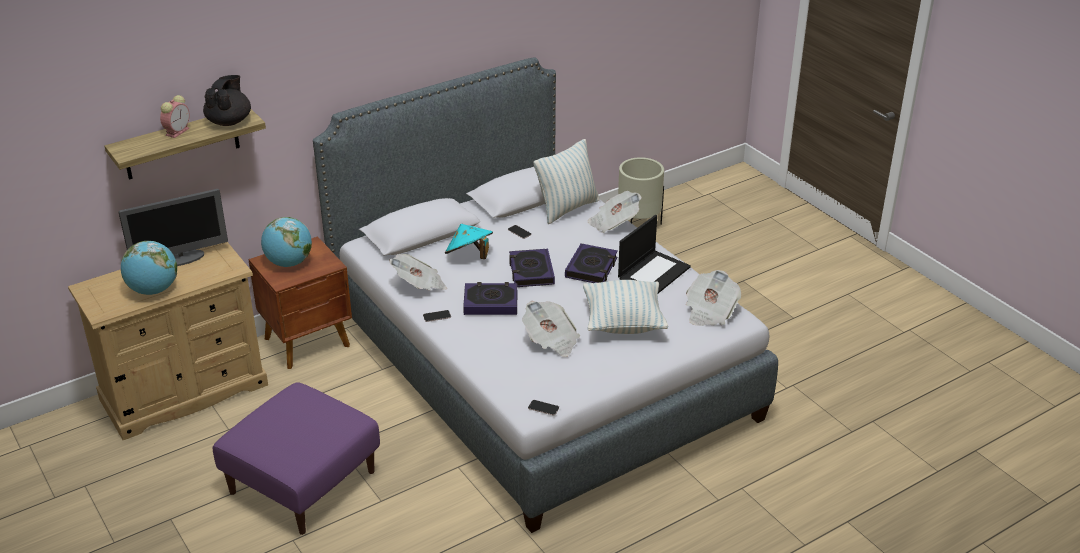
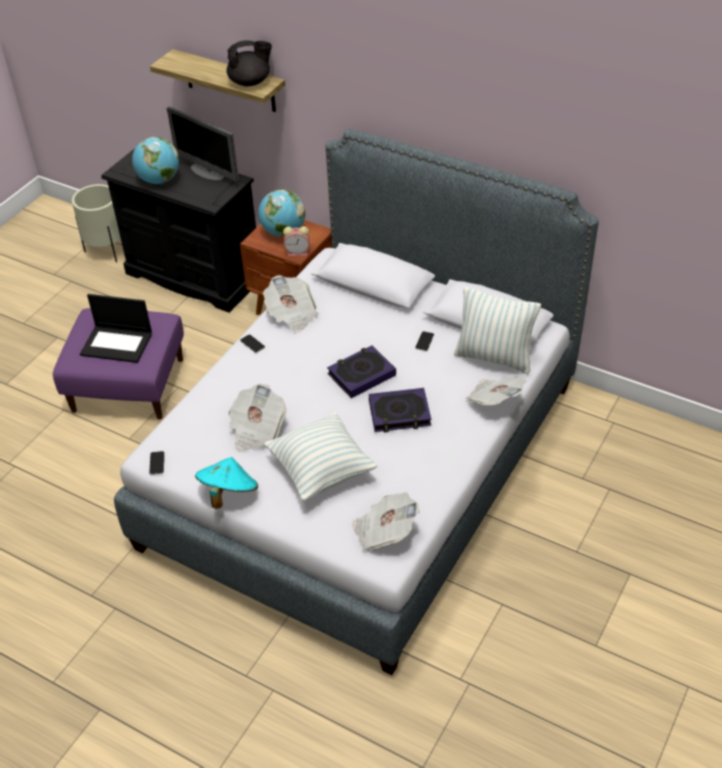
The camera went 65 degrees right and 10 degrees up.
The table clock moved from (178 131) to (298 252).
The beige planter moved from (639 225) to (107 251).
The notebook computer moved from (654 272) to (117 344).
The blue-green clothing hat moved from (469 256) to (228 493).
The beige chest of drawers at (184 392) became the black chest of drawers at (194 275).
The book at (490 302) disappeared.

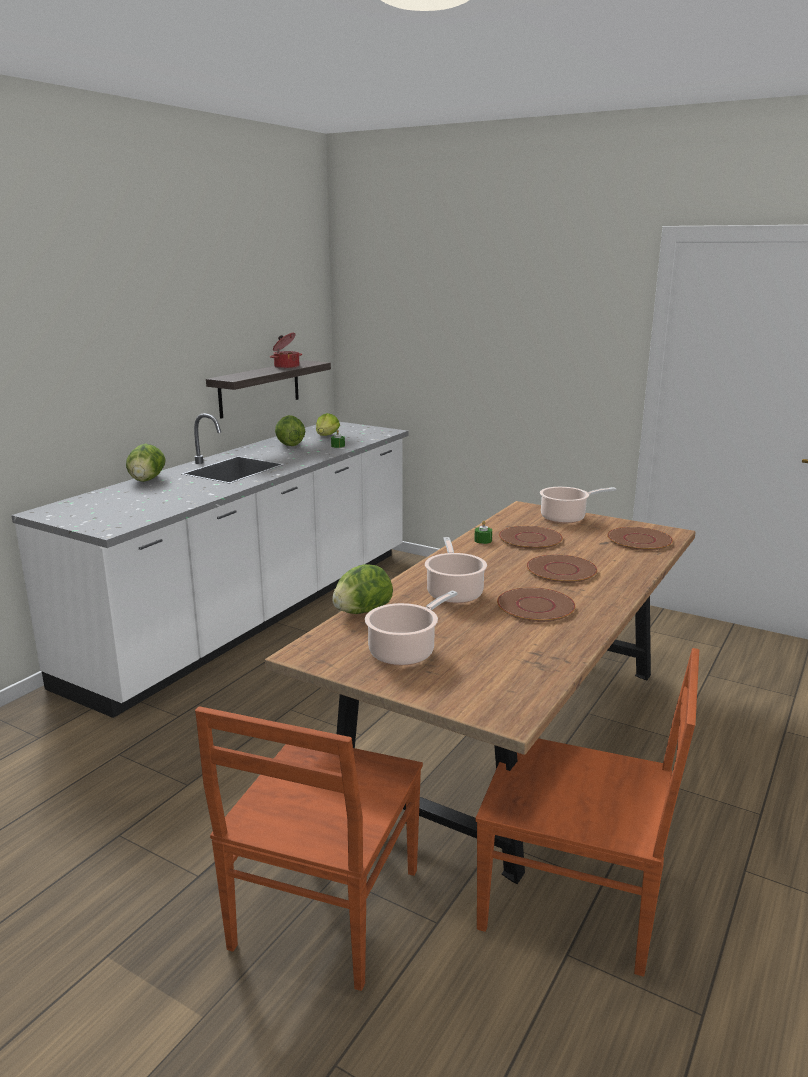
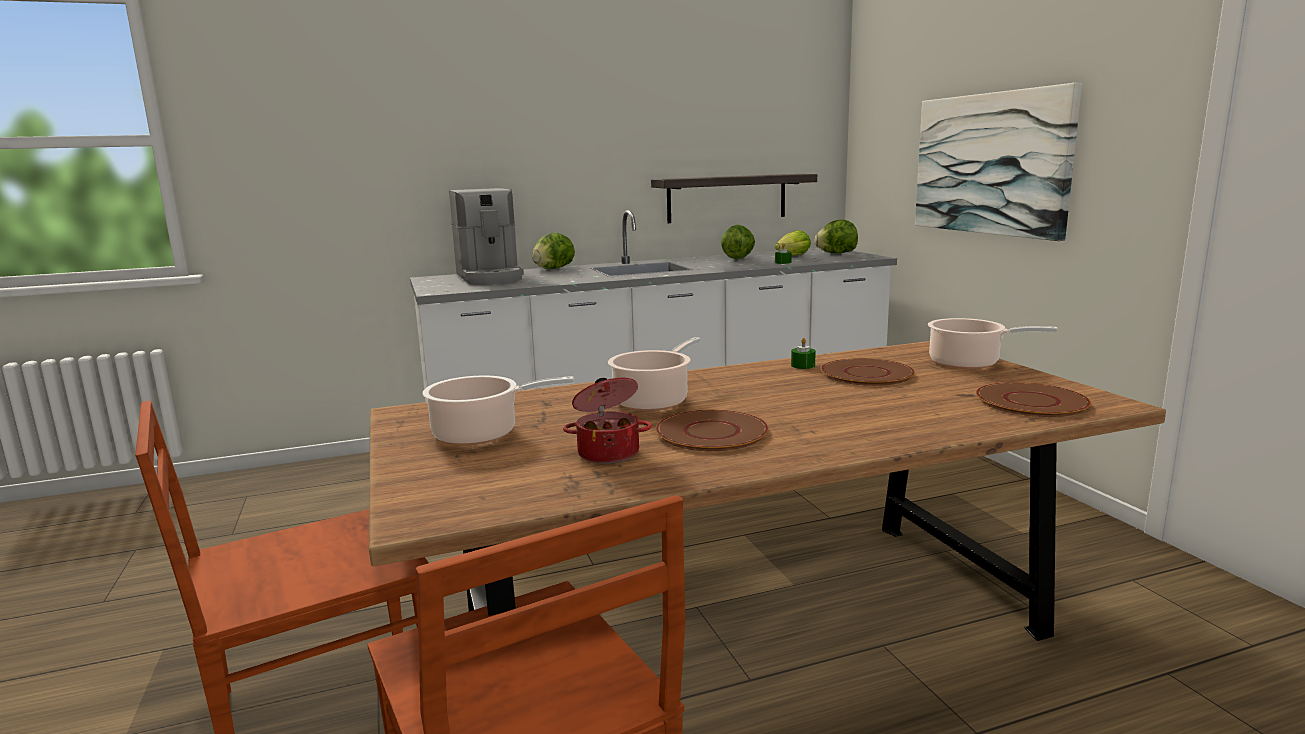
The camera went 40 degrees right and 5 degrees down.
The stockpot moved from (286 367) to (608 453).
The brown-coloured plate at (561 570) disappeared.
The head of lettuce moved from (362 611) to (836 253).
The wall art at (990 164) appeared.
The coffee machine at (490 277) appeared.

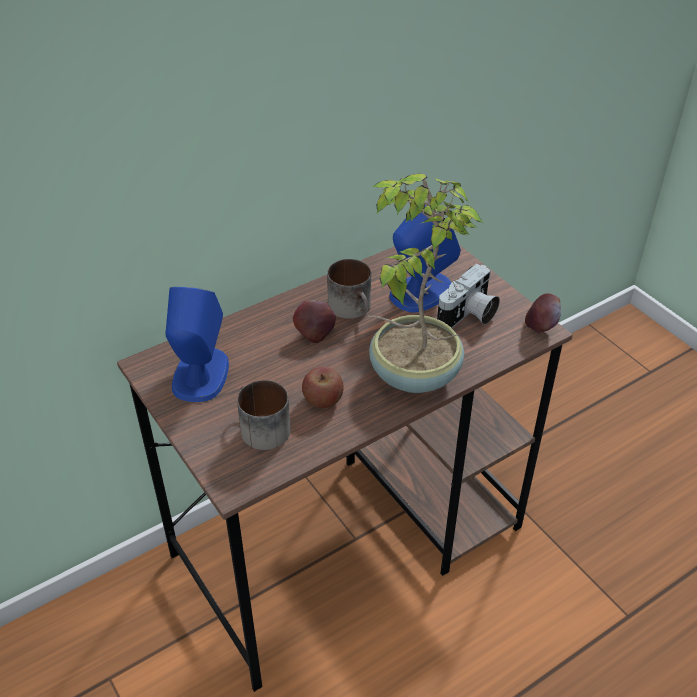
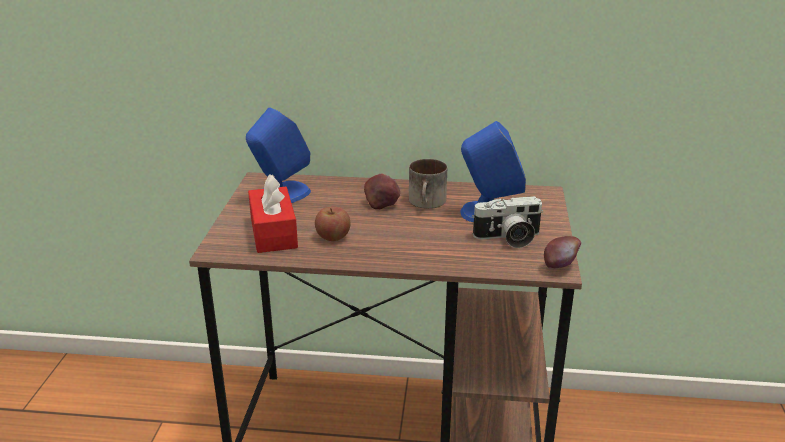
The camera went 40 degrees right and 15 degrees down.
The potted plant at (412 374) disappeared.
The mug at (260 428) was replaced by the red-coloured box of tissues at (273 232).

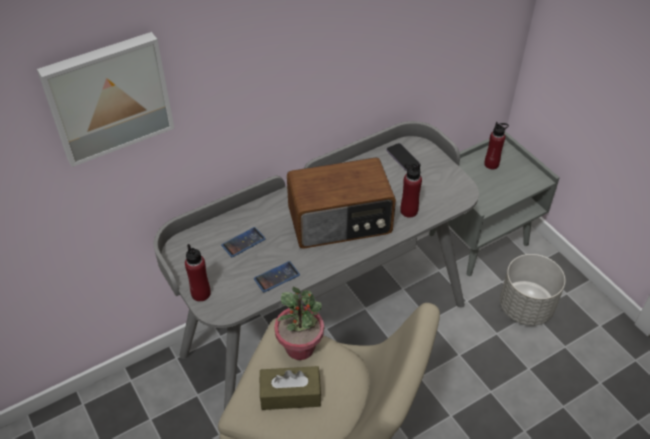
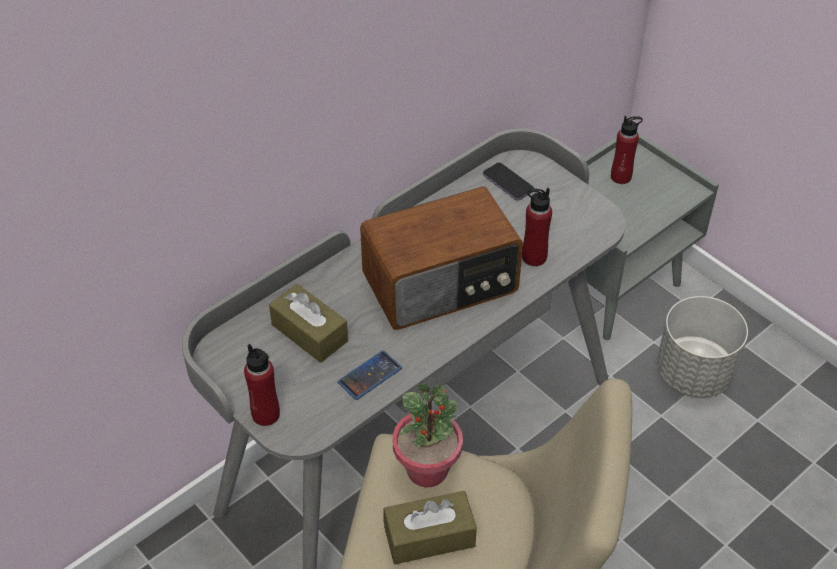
The camera went 10 degrees left and 0 degrees up.
The wall art at (108 97) disappeared.
The phone at (243 242) was replaced by the brown-coloured box of tissues at (309 333).

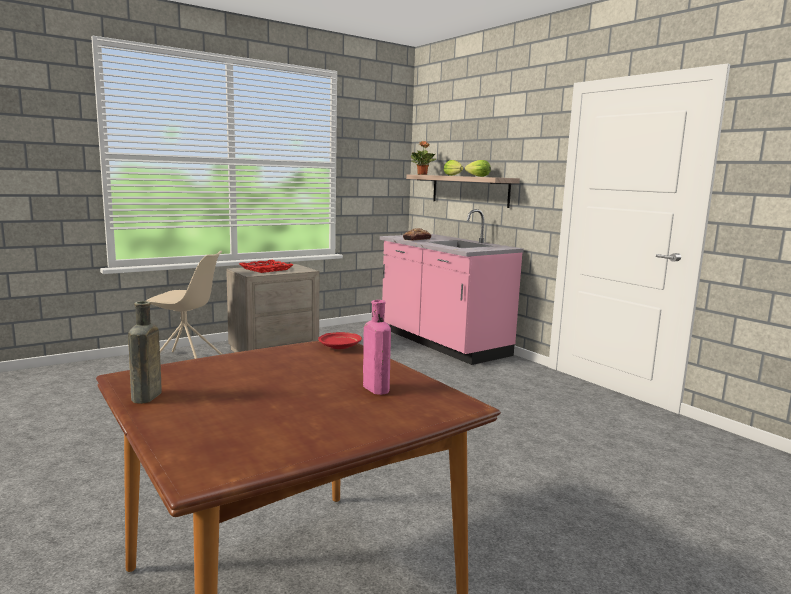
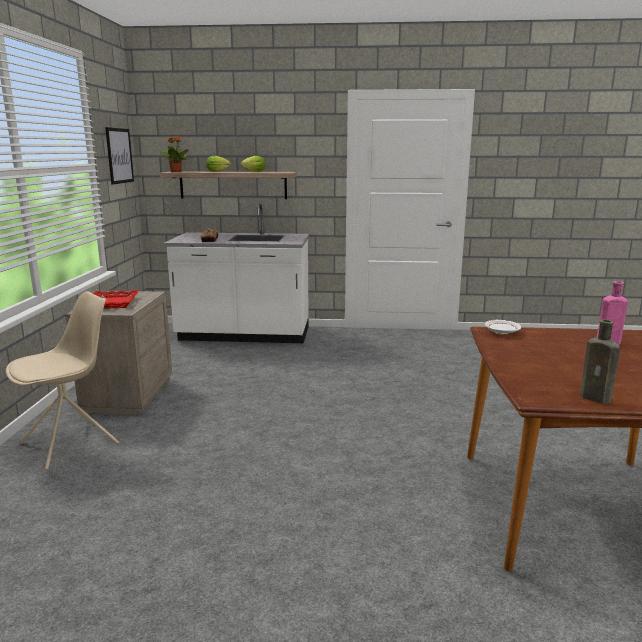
The camera went 50 degrees left and 5 degrees up.
The pink-coloured kitchen counter at (442 343) became the white-coloured kitchen counter at (244 335).
The red-coloured plate at (340 347) became the white-coloured plate at (501 332).
The wall art at (119 156) appeared.

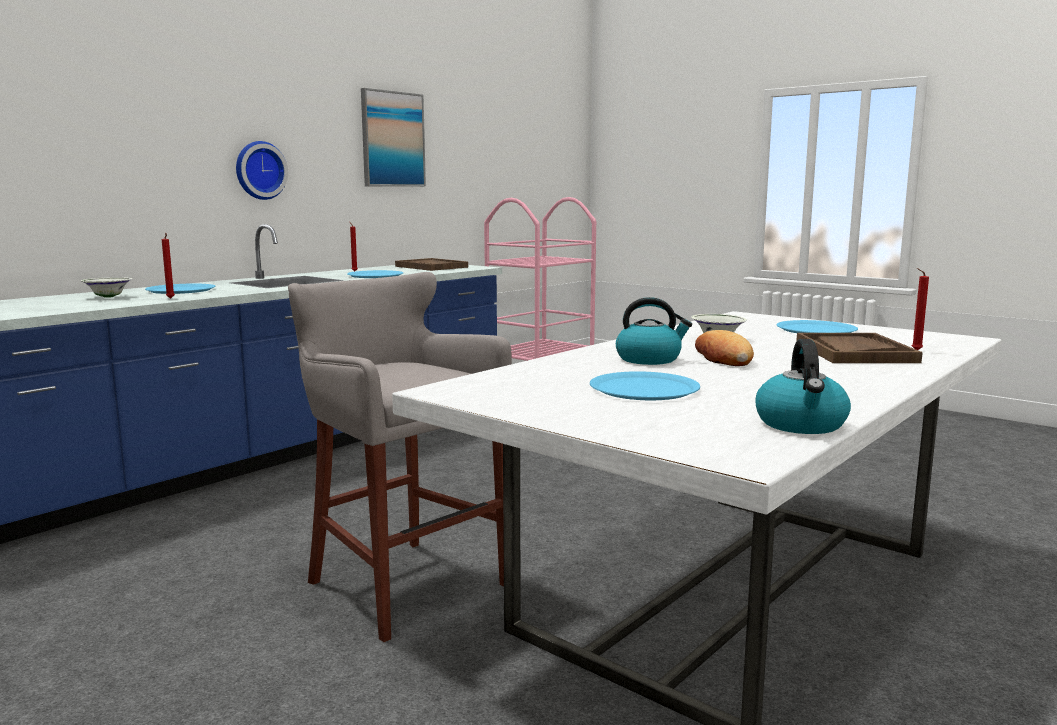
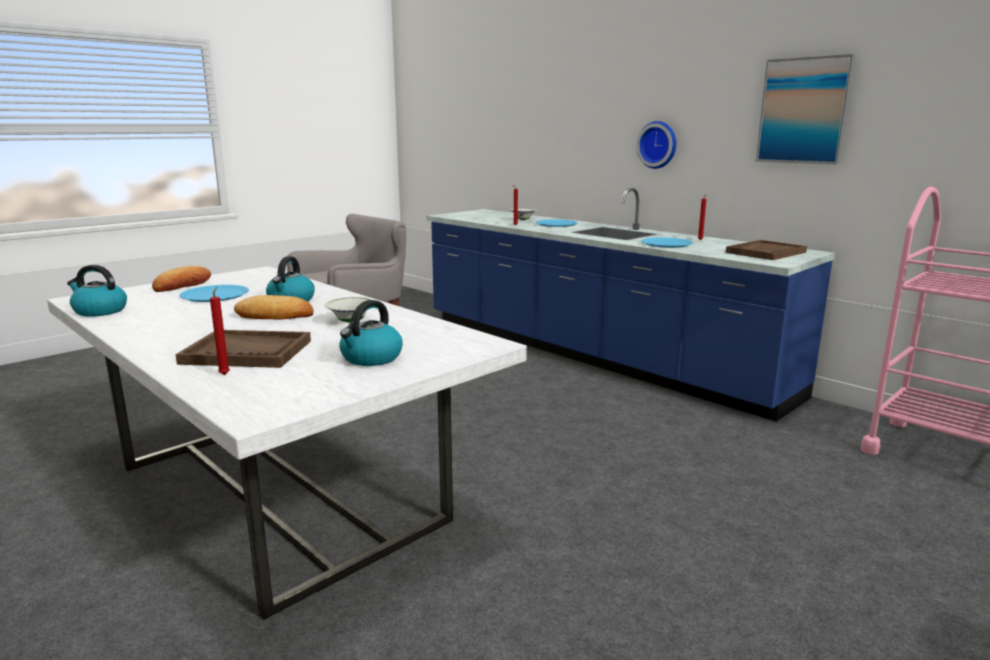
The camera went 95 degrees right and 5 degrees up.
The blue plate at (816 329) was replaced by the water kettle at (371 358).
The baked bread at (183 285) appeared.

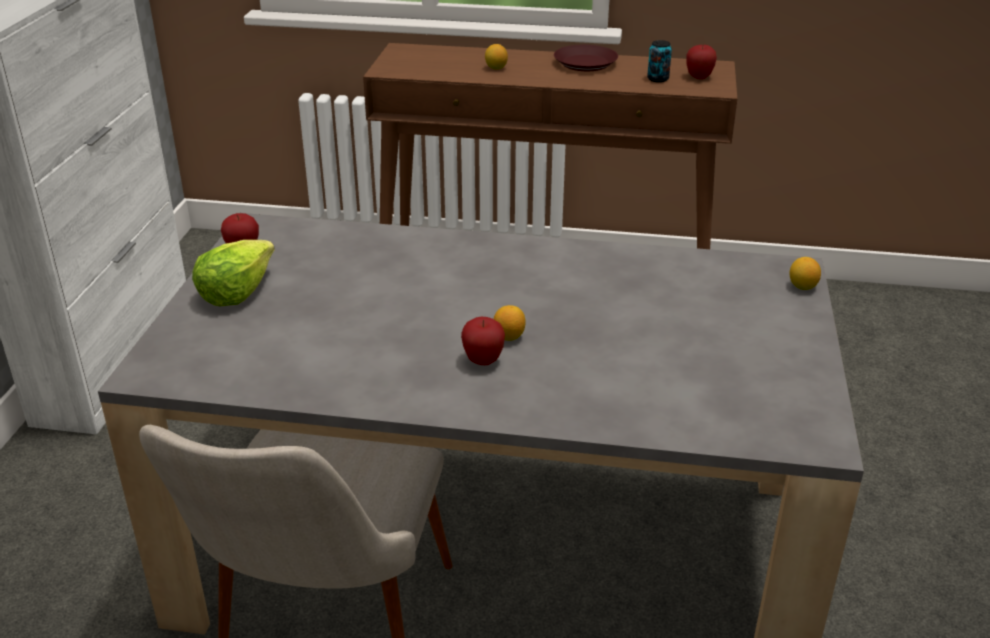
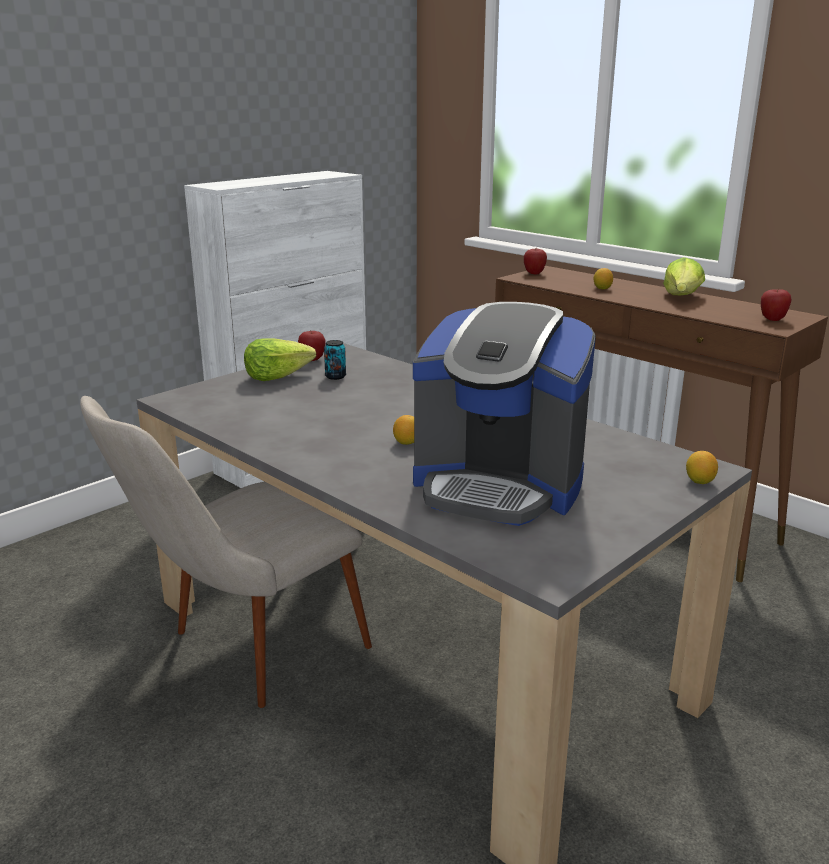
The camera went 35 degrees right and 10 degrees down.
The sealed can moved from (658 79) to (335 376).
The brown-coloured plate at (585 63) was replaced by the head of lettuce at (682 297).
The whole apple moved from (483 361) to (534 273).
The coffee machine at (498 486) appeared.

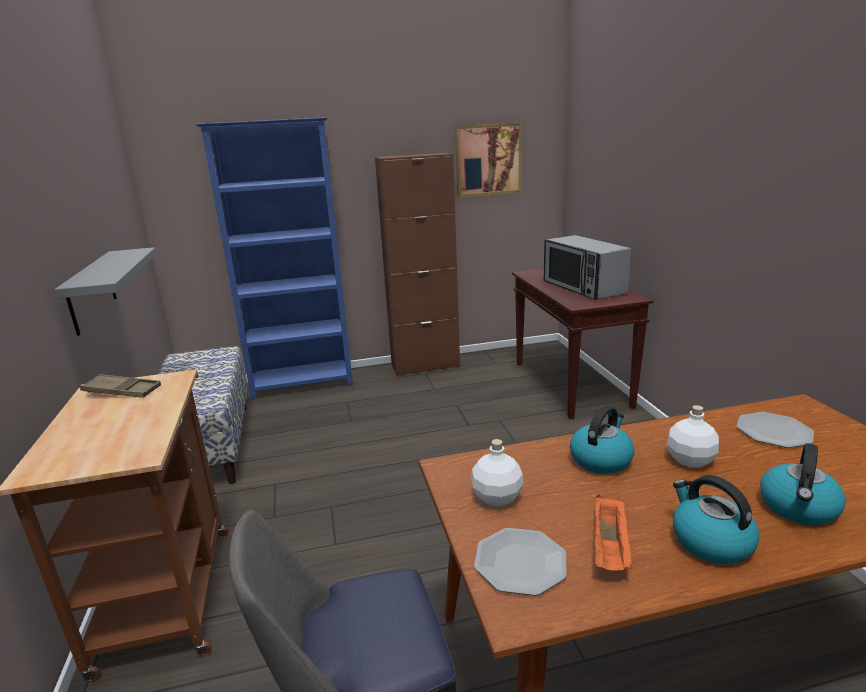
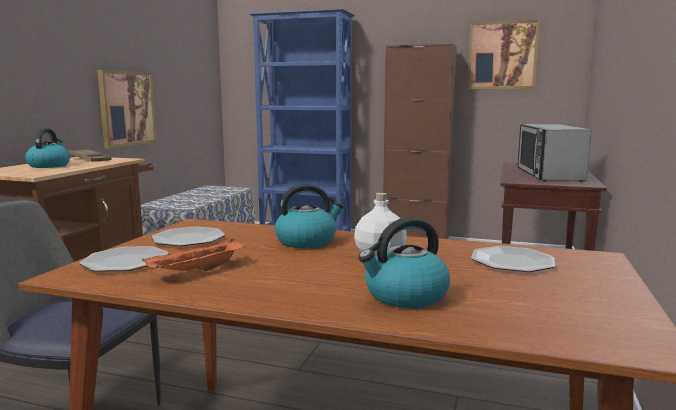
The camera went 30 degrees right and 10 degrees down.
The grey wall shelf at (91 291) was replaced by the wall art at (126 108).
The white-coloured bottle at (497 497) was replaced by the plate at (188 239).
The water kettle moved from (710 541) to (49 165).

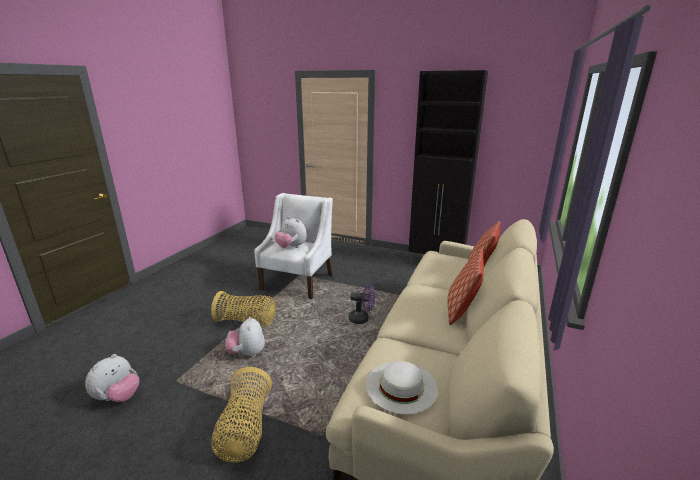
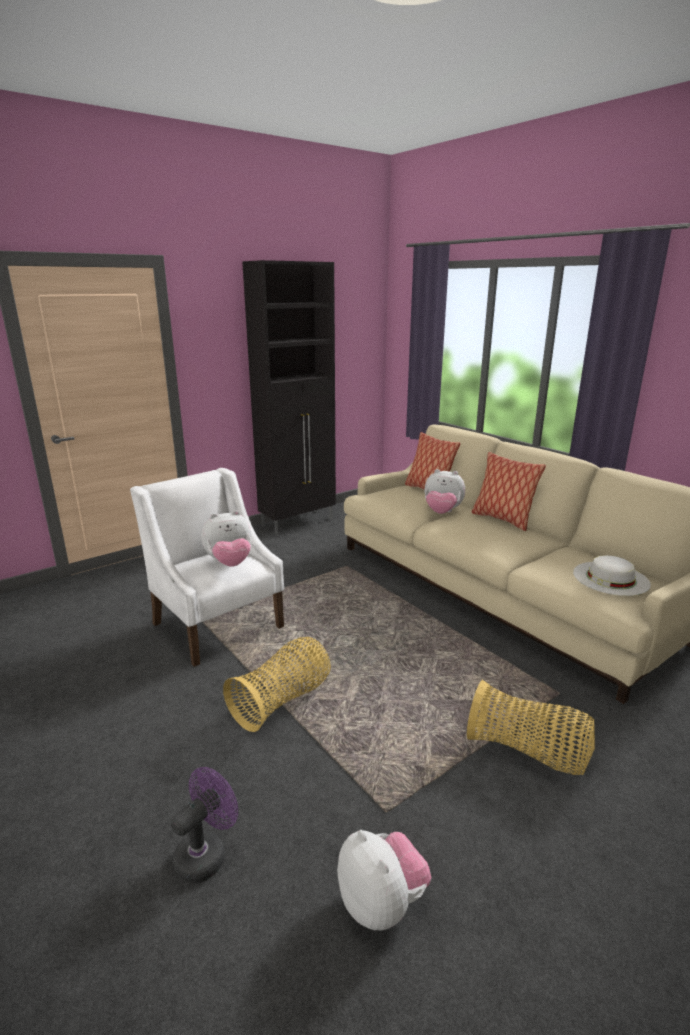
The camera went 60 degrees left and 0 degrees up.
The purple fan moved from (362 319) to (206 853).
The soft toy moved from (247 353) to (442 512).

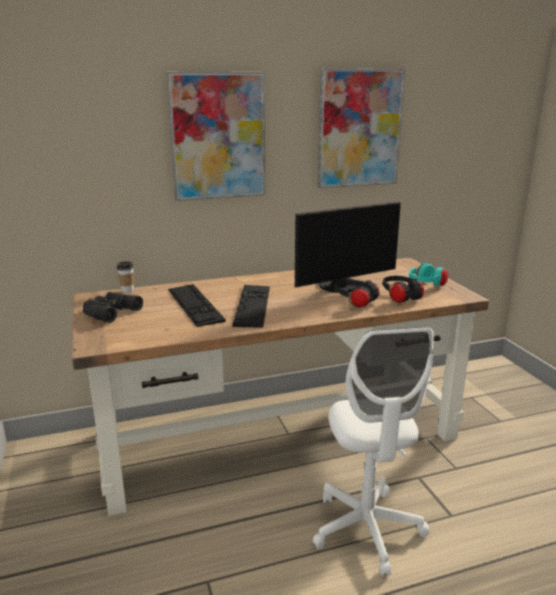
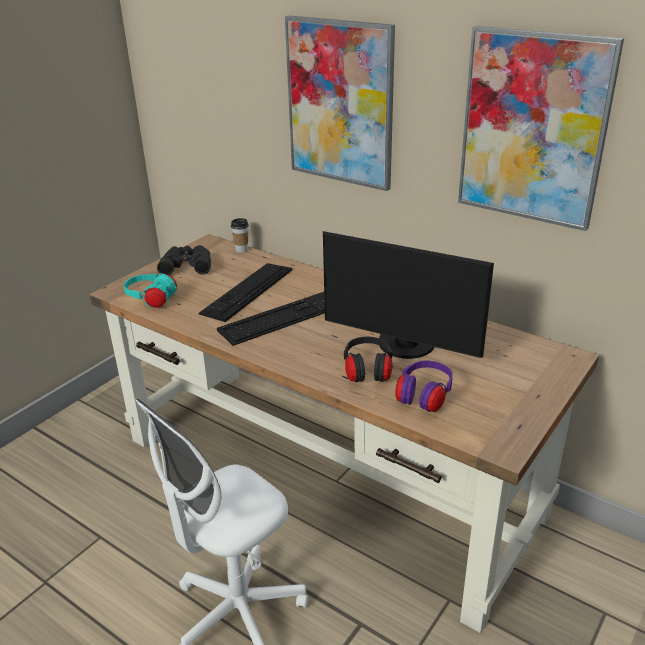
The camera went 55 degrees right and 10 degrees up.
The blue-green headphones moved from (426 286) to (152 300).
The black headphones at (401 298) became the purple headphones at (424 398).

